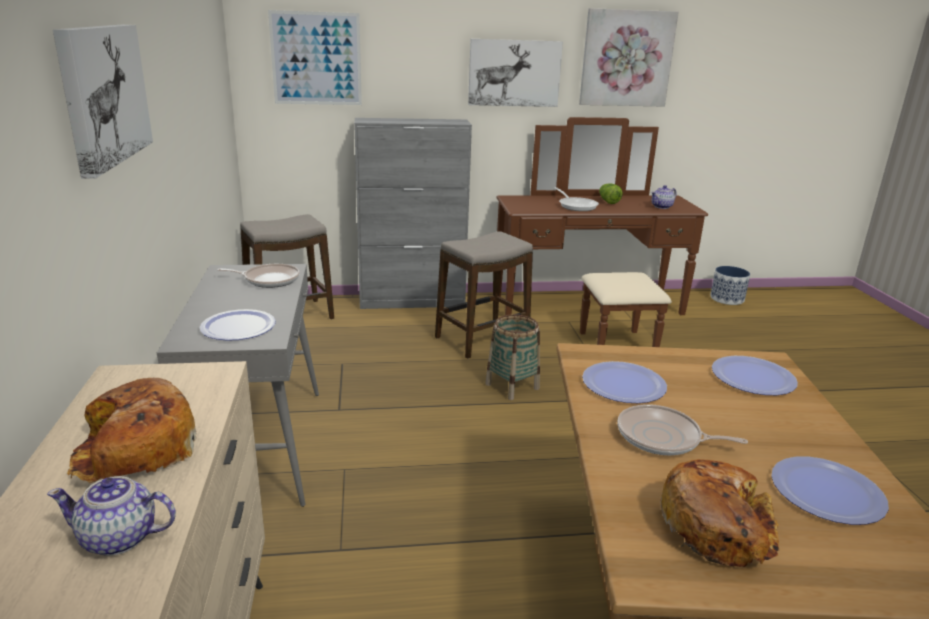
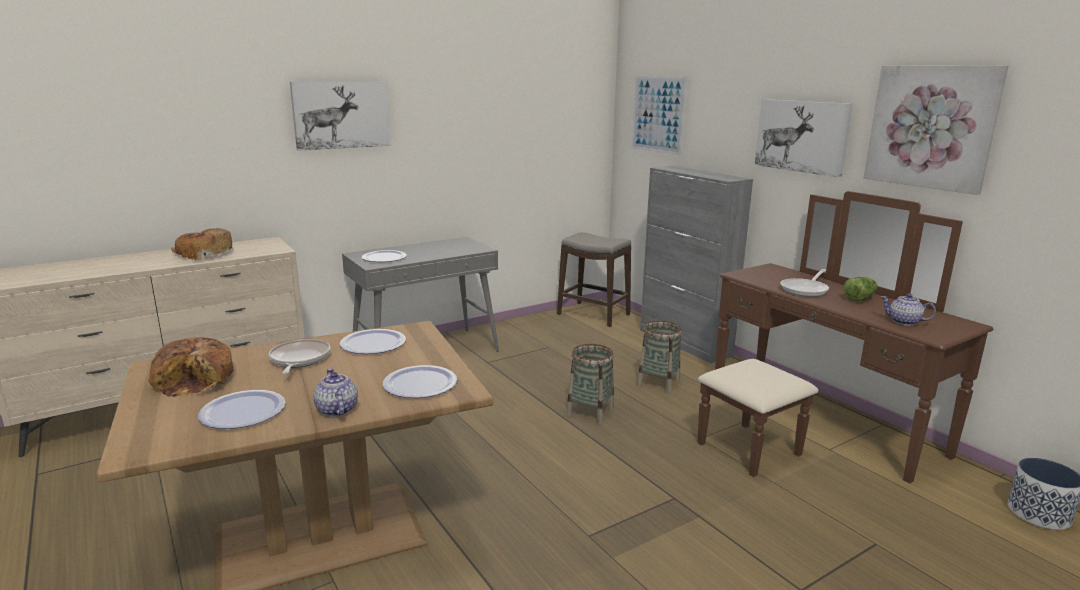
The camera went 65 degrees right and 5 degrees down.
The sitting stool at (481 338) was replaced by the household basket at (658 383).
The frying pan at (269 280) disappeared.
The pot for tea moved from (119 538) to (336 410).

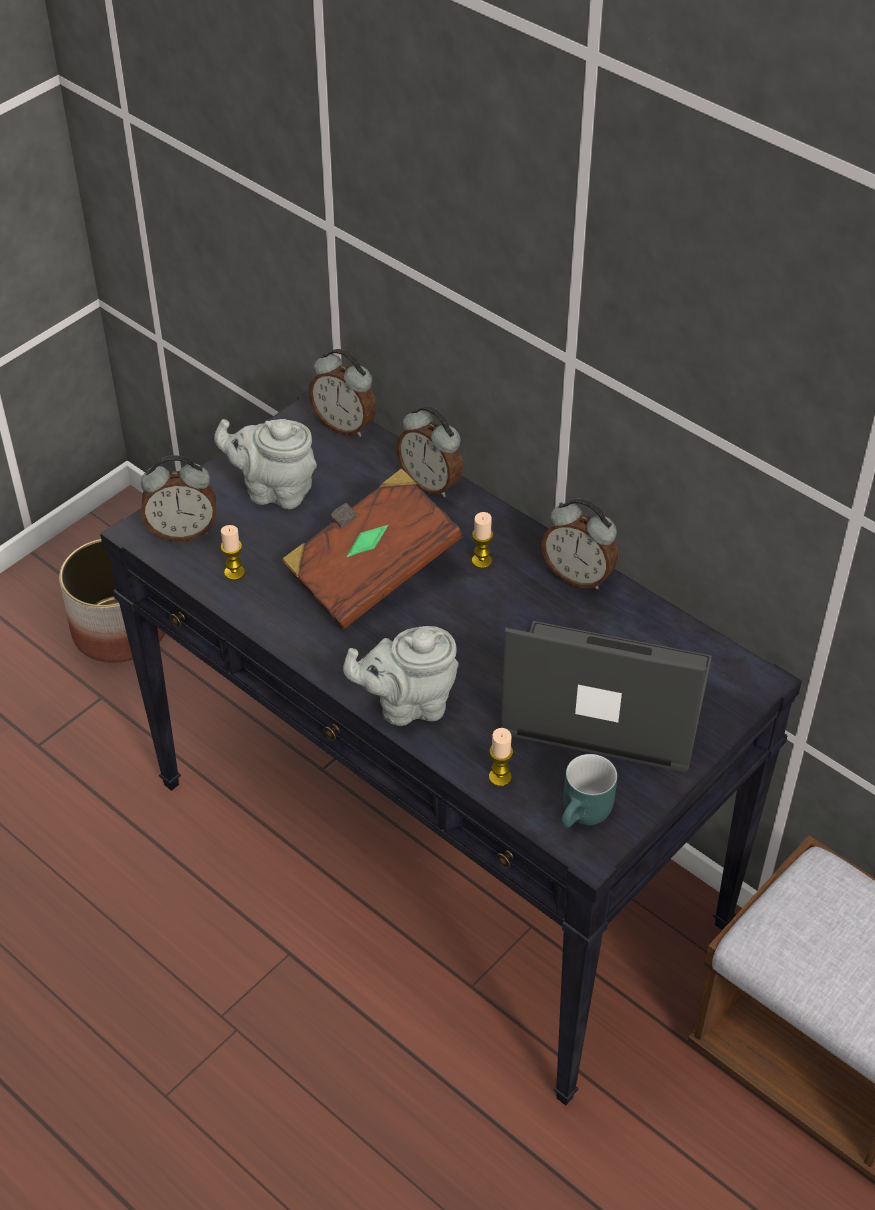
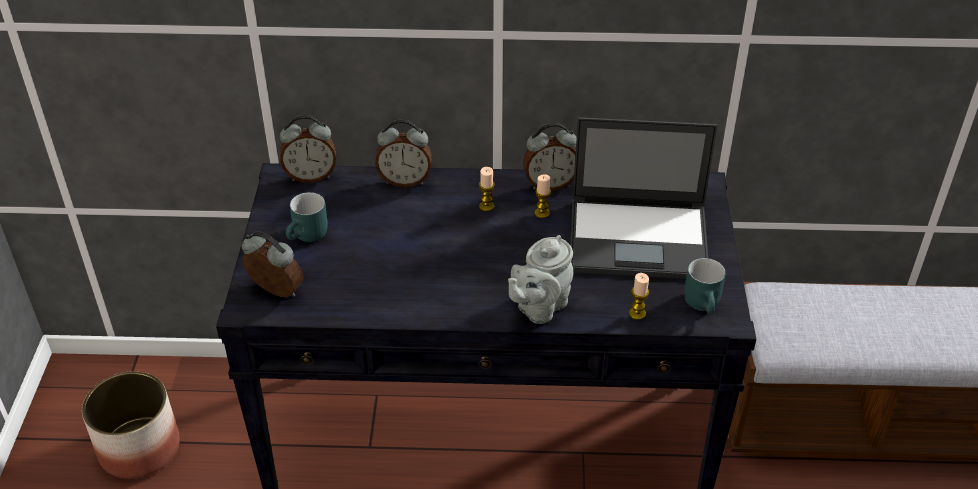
The camera went 40 degrees left and 5 degrees down.
The grey pot for tea at (274 490) was replaced by the blue-green mug at (309 236).
The table clock at (183 531) turned 105 degrees counterclockwise.
The brown-coloured book at (371 571) disappeared.
The candle moved from (234 573) to (542 213).
The notebook computer at (604 697) turned 150 degrees counterclockwise.

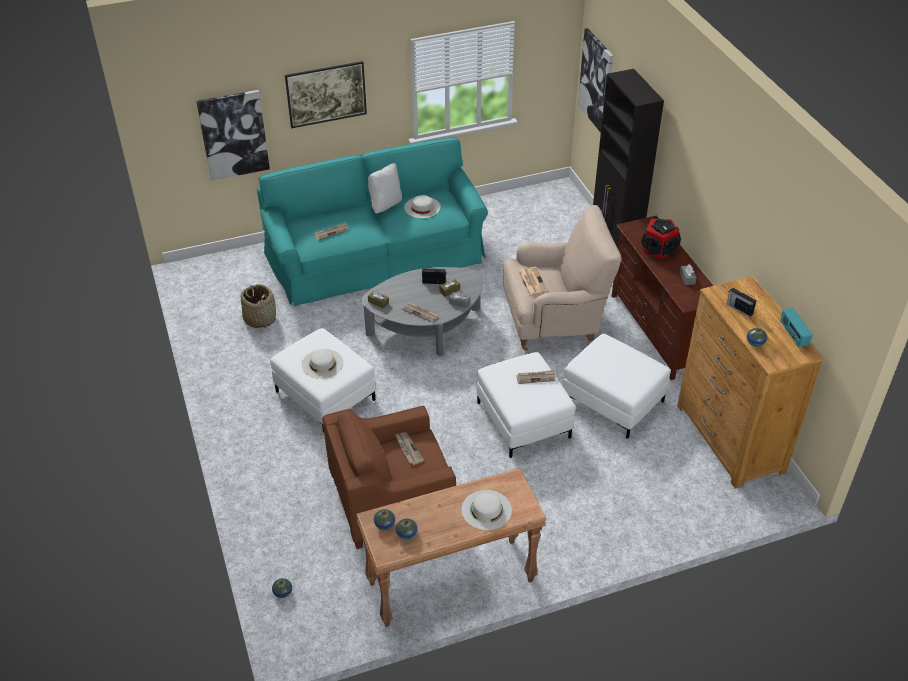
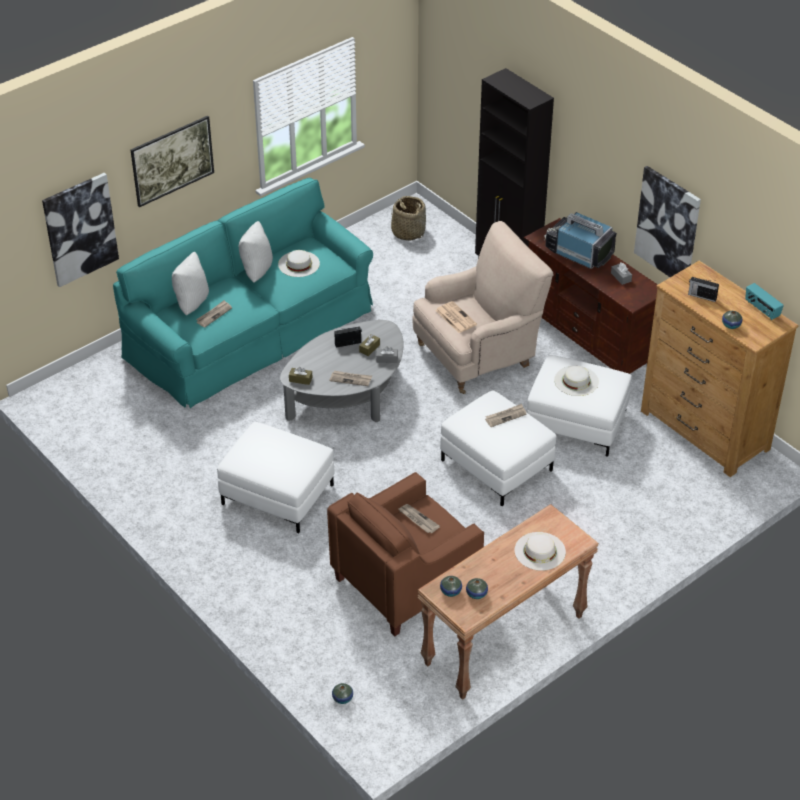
The camera went 20 degrees left and 0 degrees up.
The wall art moved from (596 81) to (667 225).
The loudspeaker at (658 249) was replaced by the TV at (579 253).
The household basket moved from (260 318) to (408 232).
The white-coloured clothing hat moved from (322 363) to (576 381).
The white-coloured pillow at (191 303) appeared.

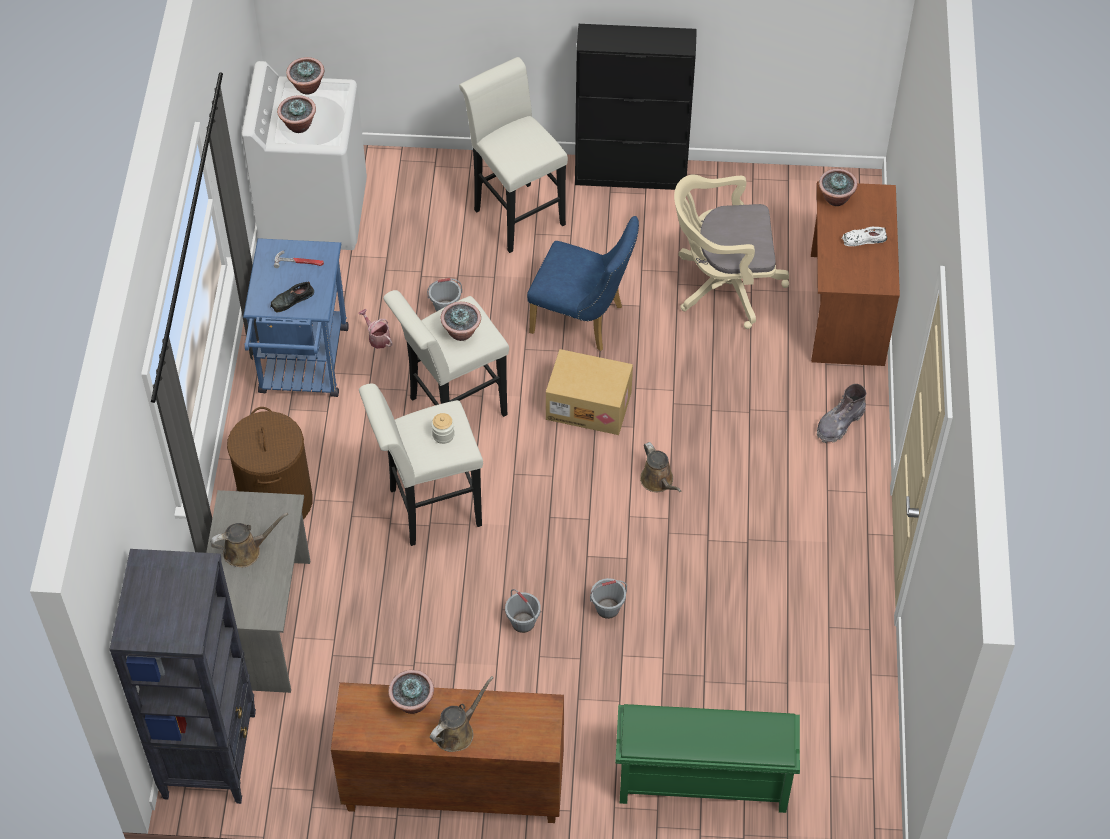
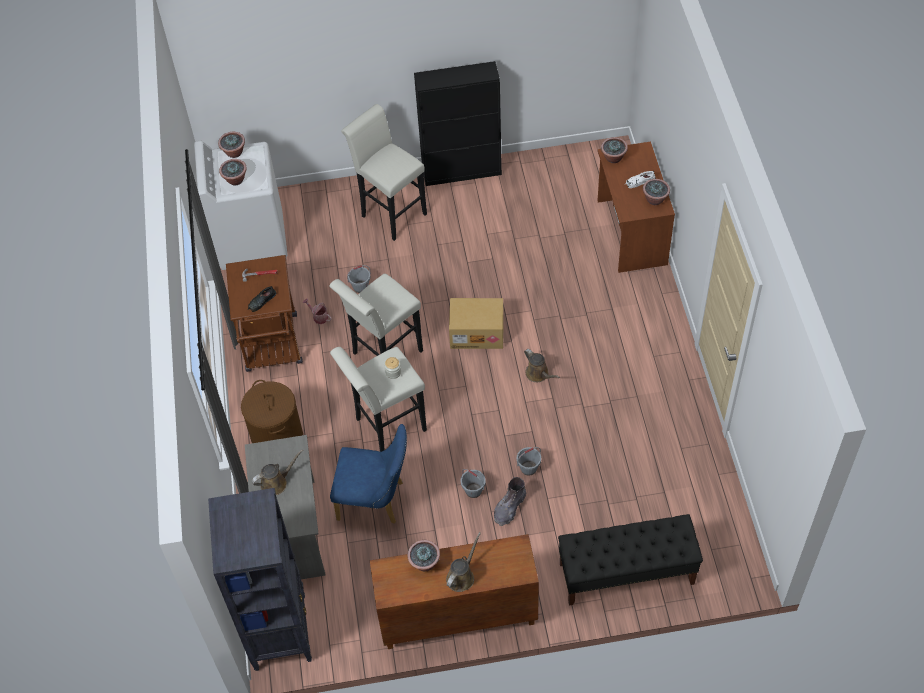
The camera went 10 degrees left and 0 degrees up.
The beige computer chair at (722 285) disappeared.
The blue upright chair moved from (583 321) to (376 501).
The blue wheeled cart at (303 368) became the brown-coloured wheeled cart at (272 348).
The potted plant moved from (461 332) to (655 199).
The grey high-top boot moved from (839 424) to (509 507).
The green shoe shelf at (701 783) was replaced by the black bench at (626 574).

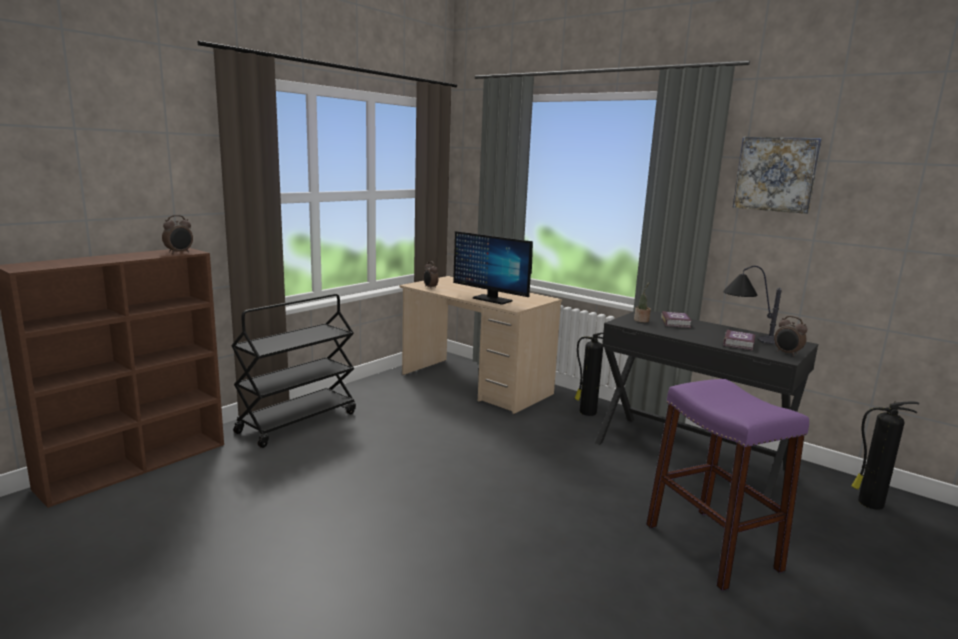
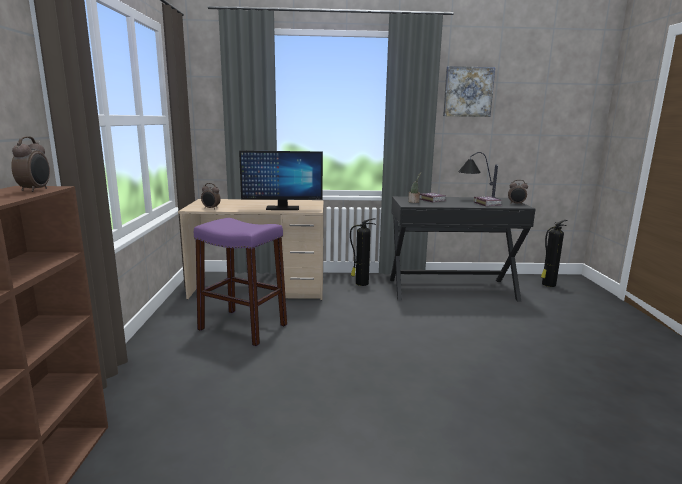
The camera went 40 degrees left and 0 degrees up.
The black wheeled cart at (298 422) disappeared.
The purple sitting stool moved from (711 546) to (242 327).

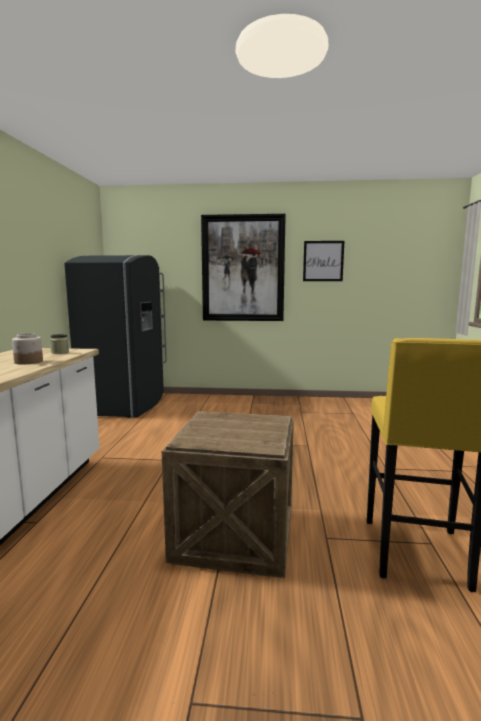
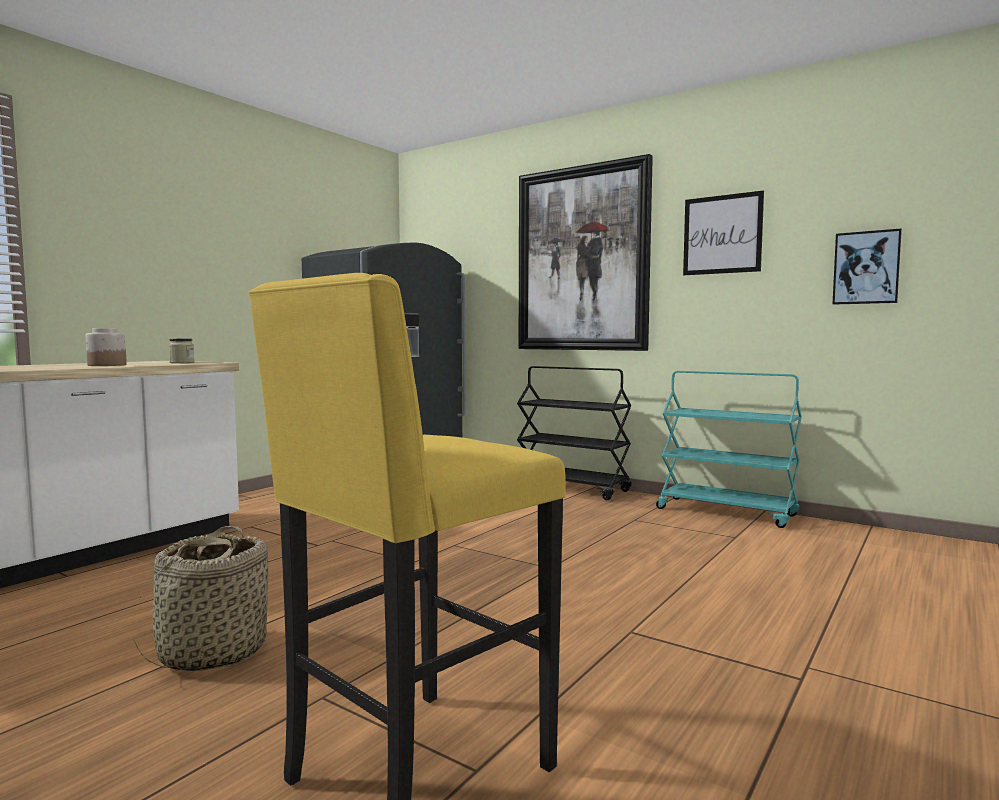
The camera went 30 degrees right and 5 degrees down.
The packing crate at (234 536) was replaced by the household basket at (212 653).
The wall art at (866 268) appeared.
The black wheeled cart at (572 488) appeared.
The blue-green wheeled cart at (727 512) appeared.

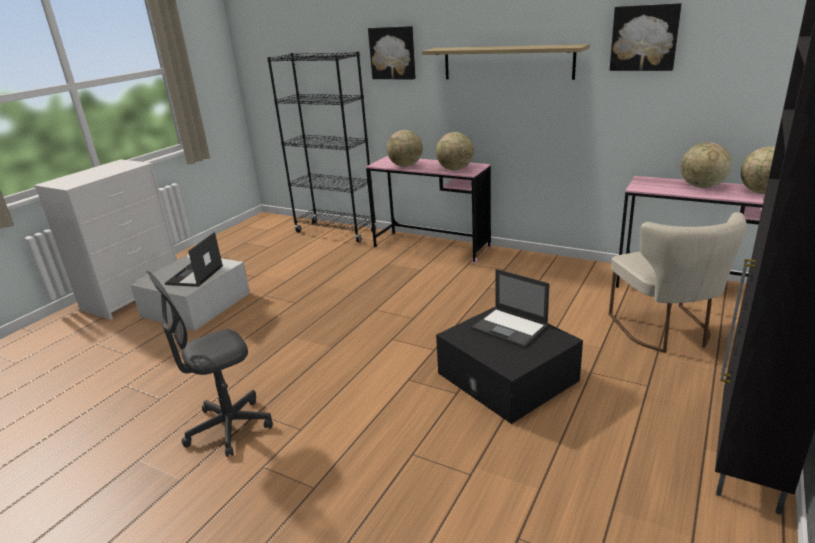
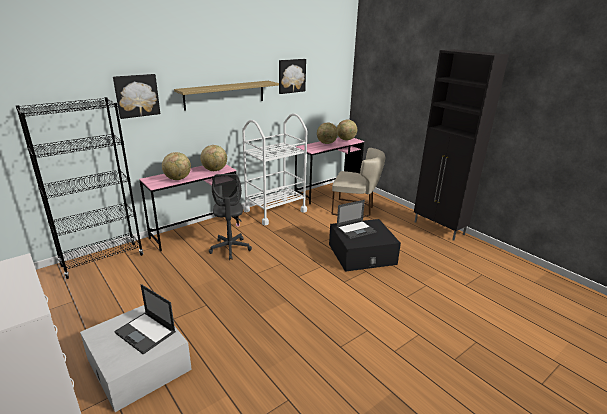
The camera went 70 degrees left and 0 degrees up.
The grey computer chair moved from (229 428) to (230 249).
The white-coloured wheeled cart at (275 211) appeared.

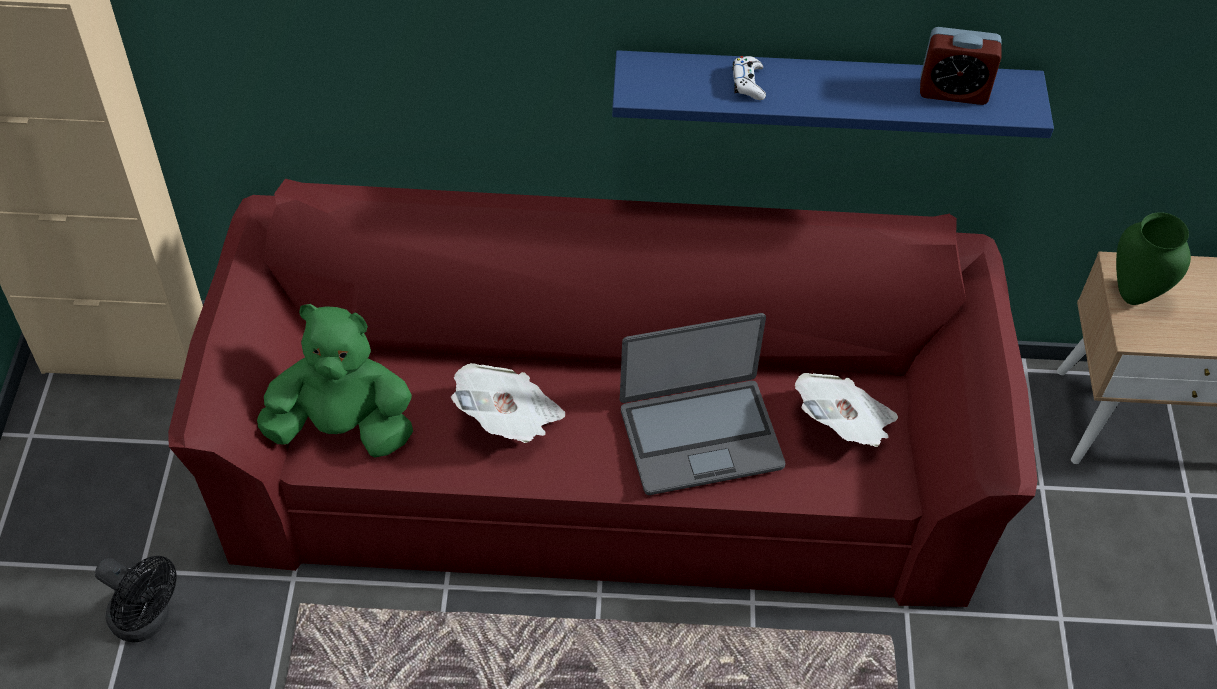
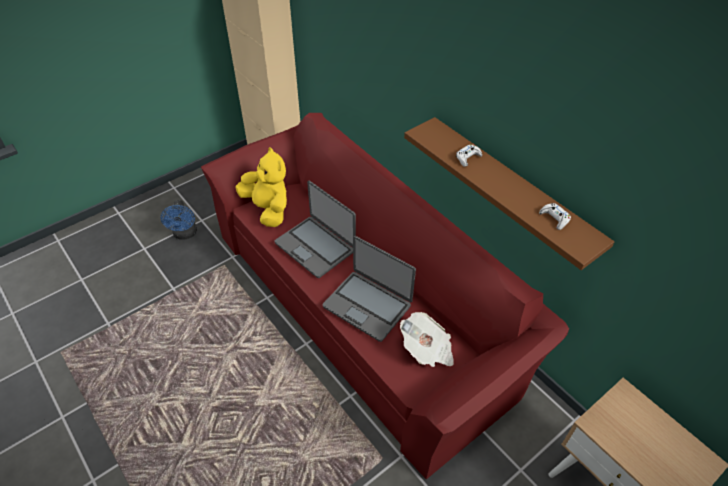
The camera went 50 degrees right and 5 degrees down.
The table clock at (953 91) was replaced by the white-coloured gamepad at (554 218).
The blue wall shelf at (824 91) became the brown-coloured wall shelf at (511 190).
The green decorative vase at (1135 294) disappeared.
The green soft toy at (343 427) became the yellowish soft toy at (268 209).
The newspaper at (509 418) was replaced by the notebook computer at (315 246).
The black fan at (147 620) became the blue fan at (185 234).

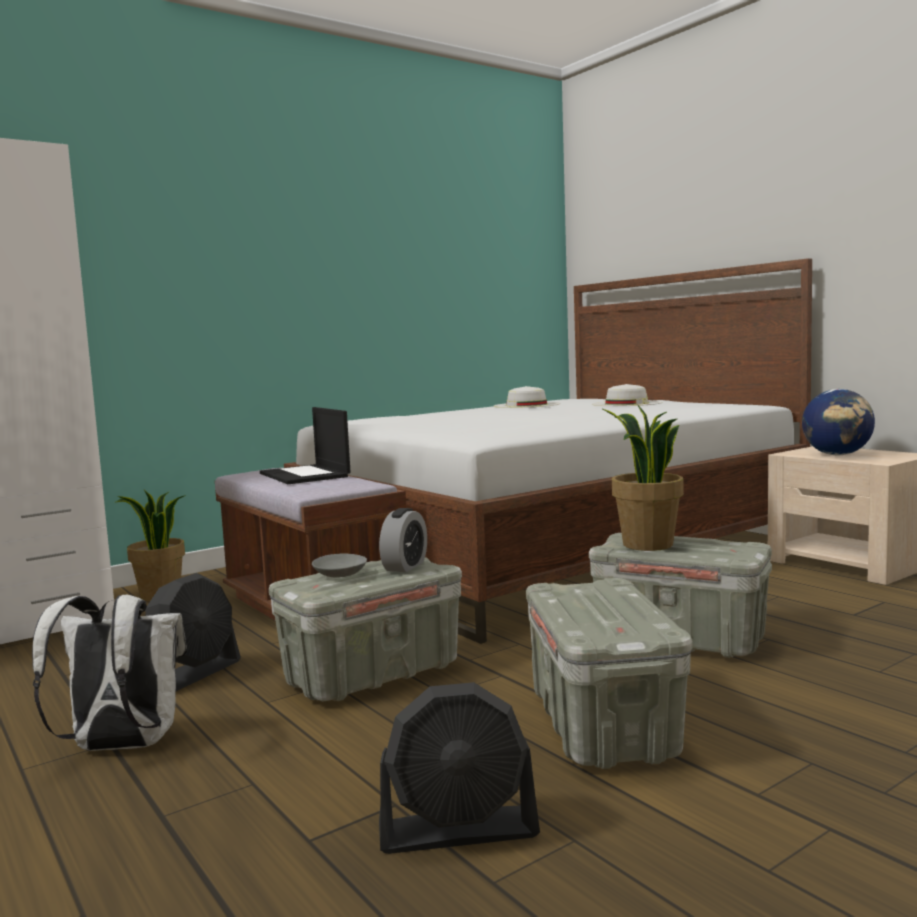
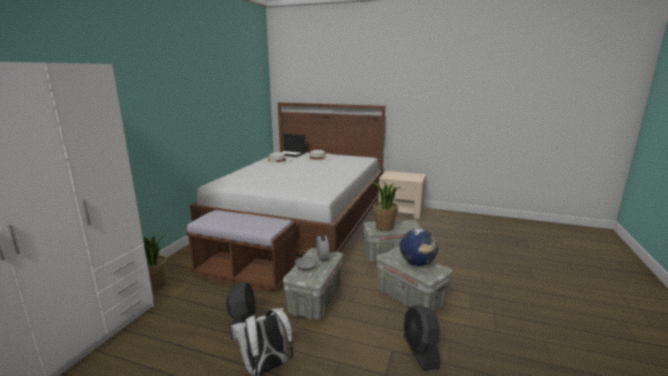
The camera went 35 degrees left and 10 degrees up.
The world globe moved from (837 455) to (417 263).
The notebook computer moved from (305 475) to (290 154).
The black fan at (458 831) turned 120 degrees clockwise.

